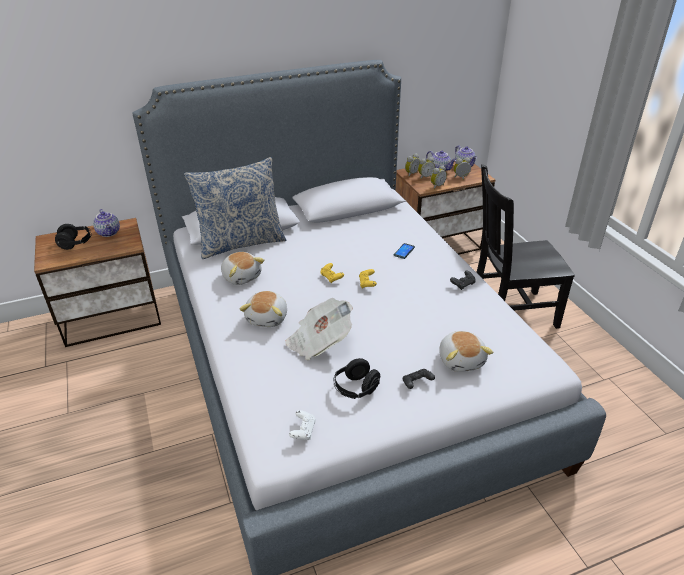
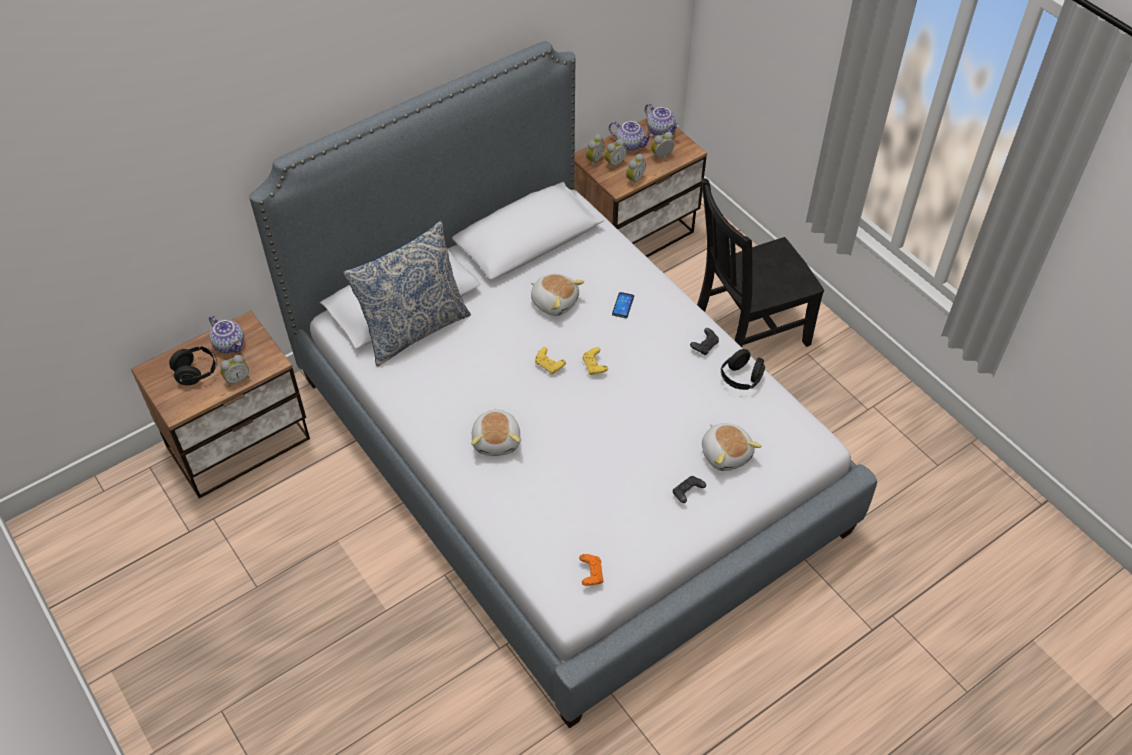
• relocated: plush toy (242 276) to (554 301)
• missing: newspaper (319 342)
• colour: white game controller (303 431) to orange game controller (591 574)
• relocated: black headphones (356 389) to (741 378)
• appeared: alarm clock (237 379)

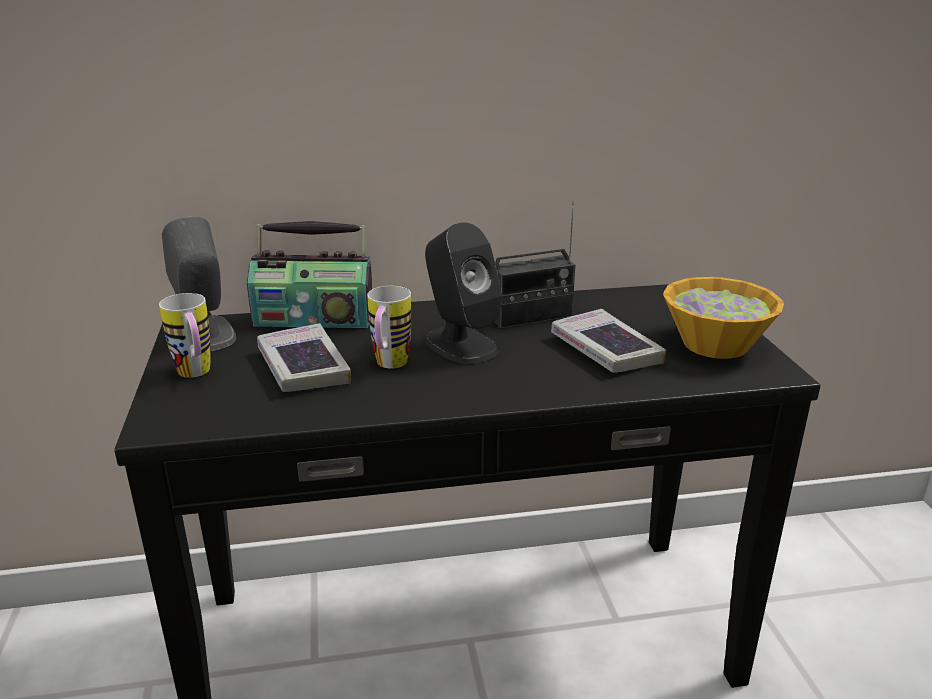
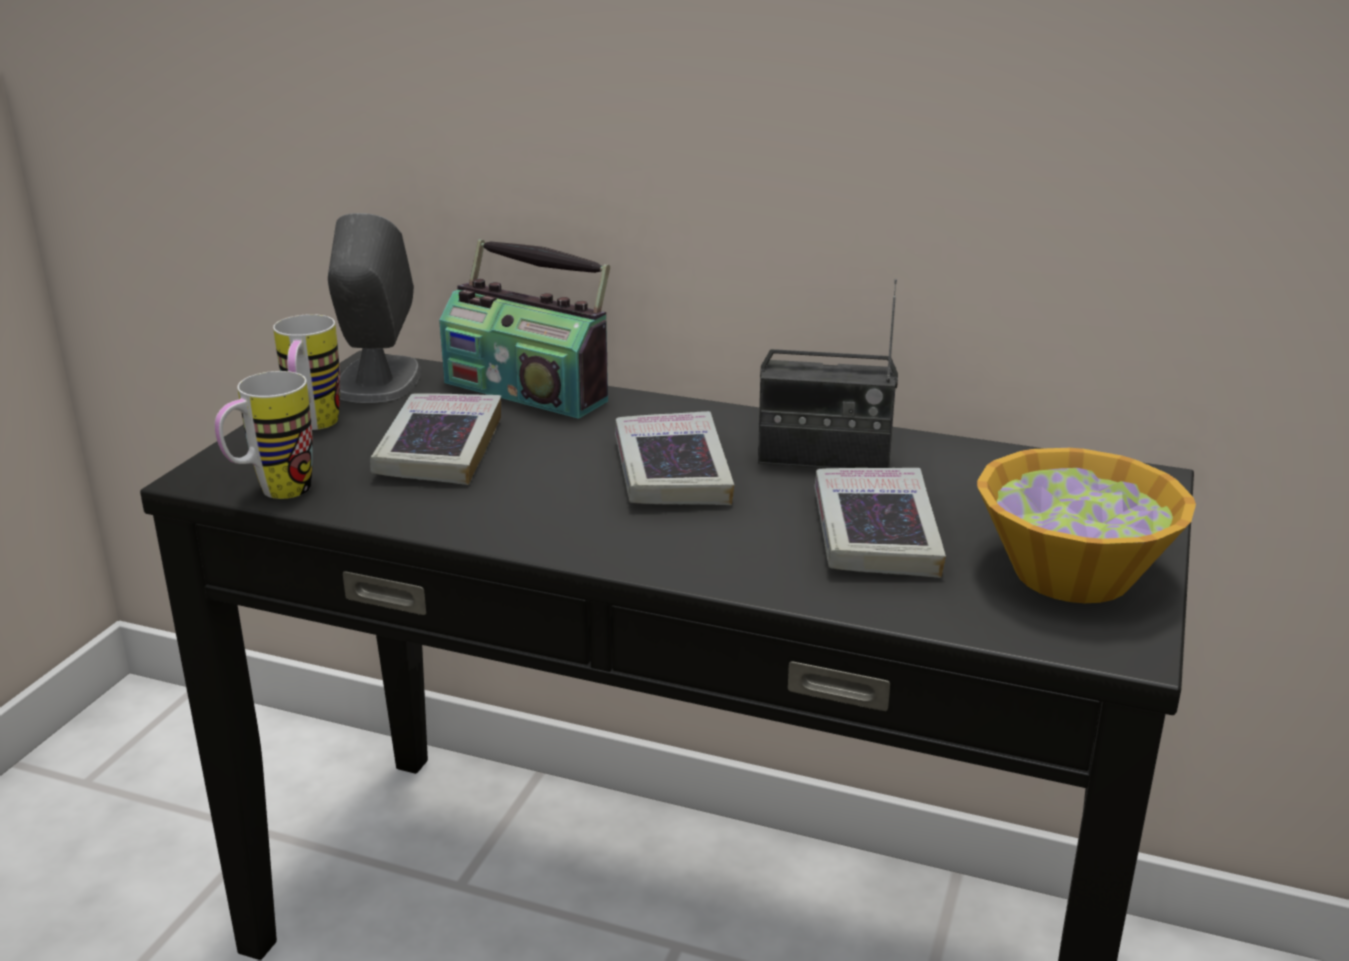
• relocated: mug (389 366) to (272 494)
• exchanged: black speaker (460 345) to book (671 472)

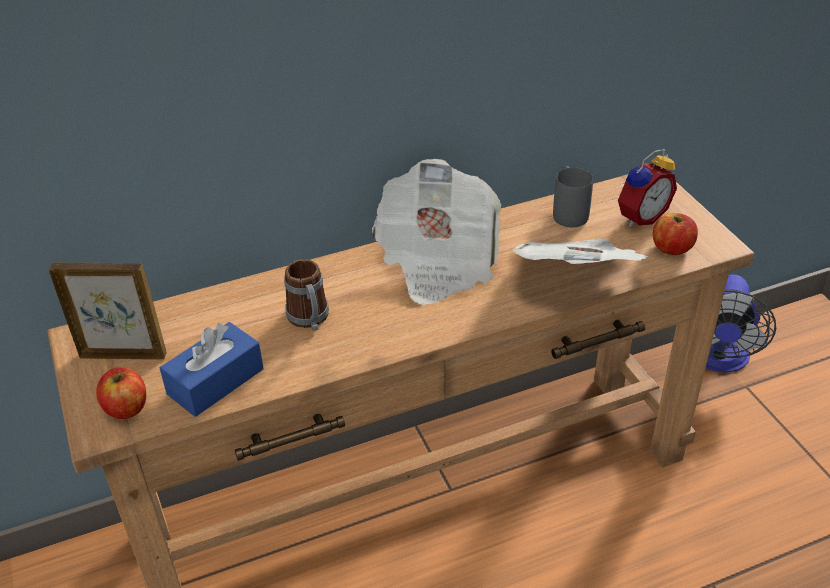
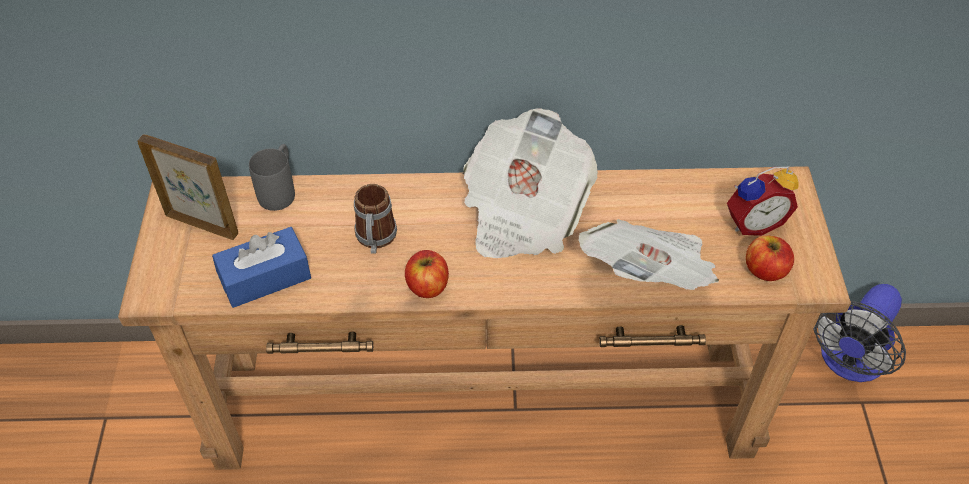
• relocated: apple (126 408) to (427 286)
• relocated: grey mug (568 212) to (280 190)

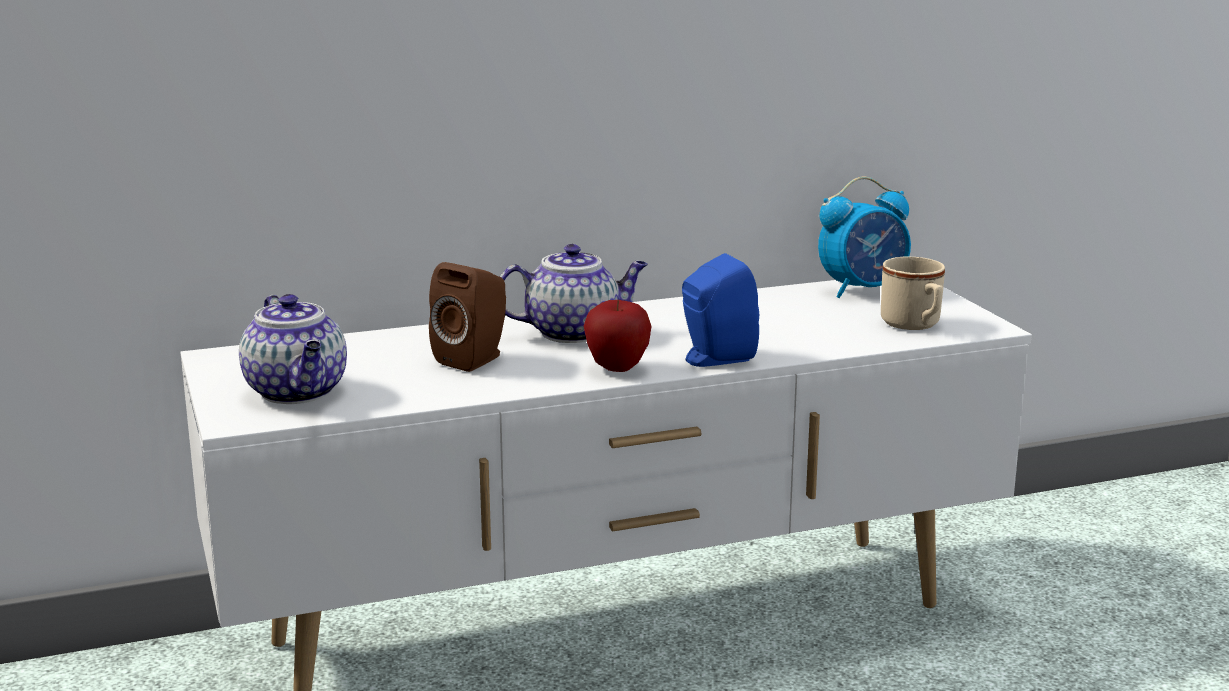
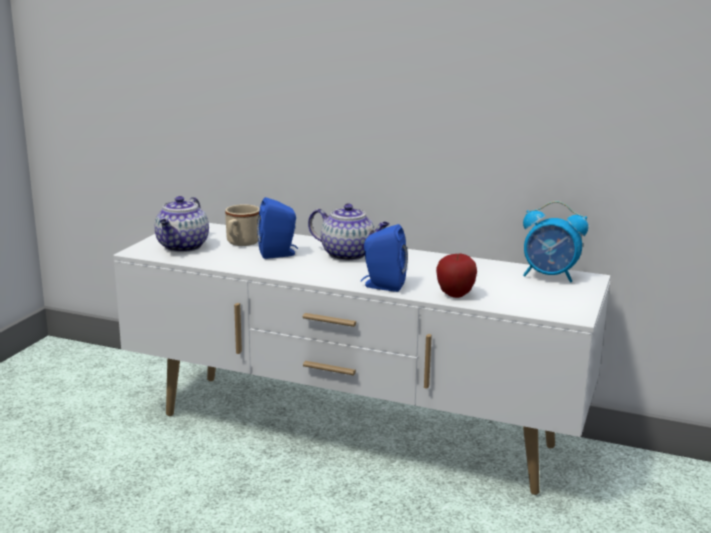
• colour: brown speaker (474 359) to blue speaker (279 254)
• relocated: apple (617 368) to (455 295)
• relocated: beige mug (914 325) to (241 243)

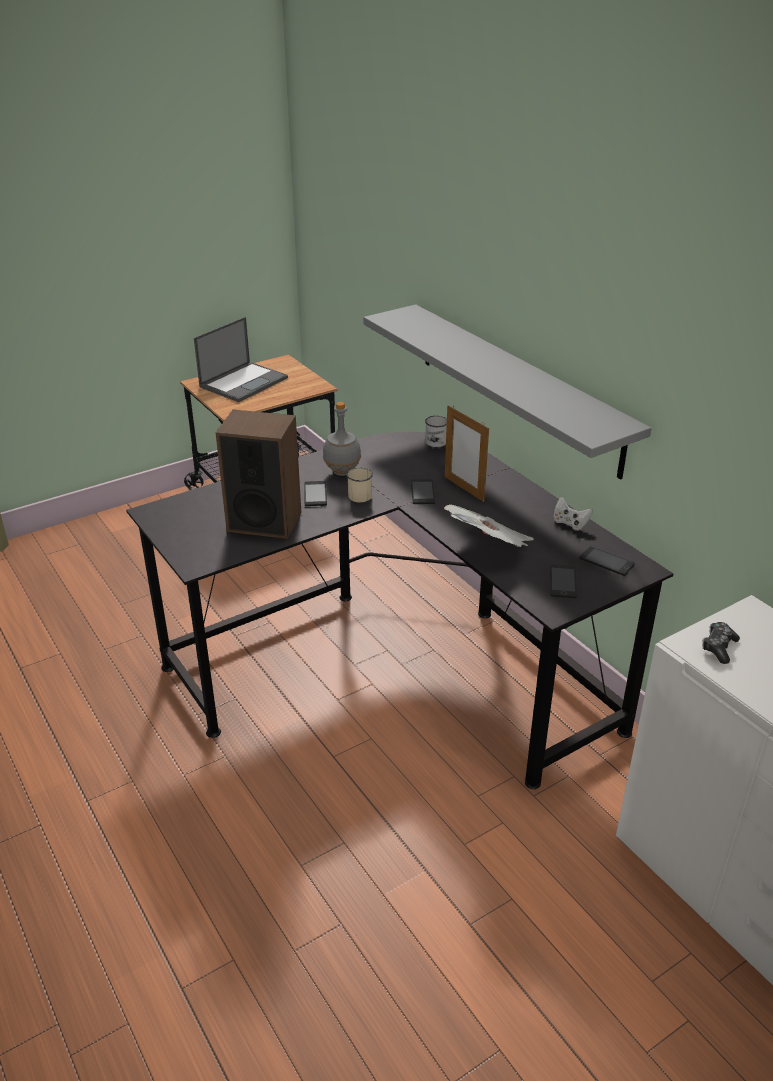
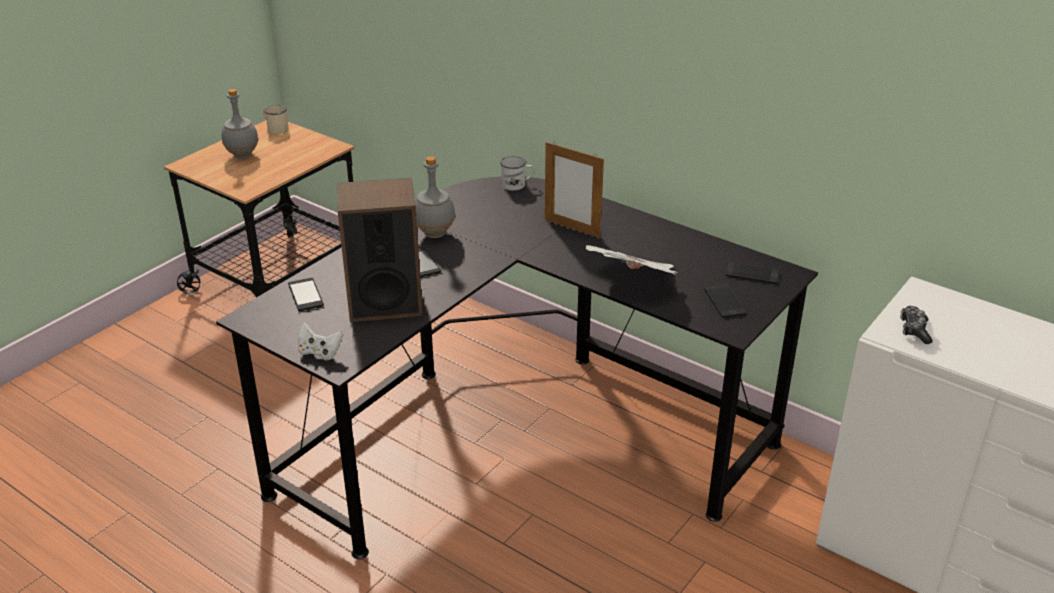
• exchanged: laptop (244 382) to grey bottle (242 155)
• relocated: beige mug (357 494) to (275 128)
• missing: grey shelf (516 386)
• relocated: phone (422 492) to (305 295)
• relocated: white game controller (570 524) to (320 353)

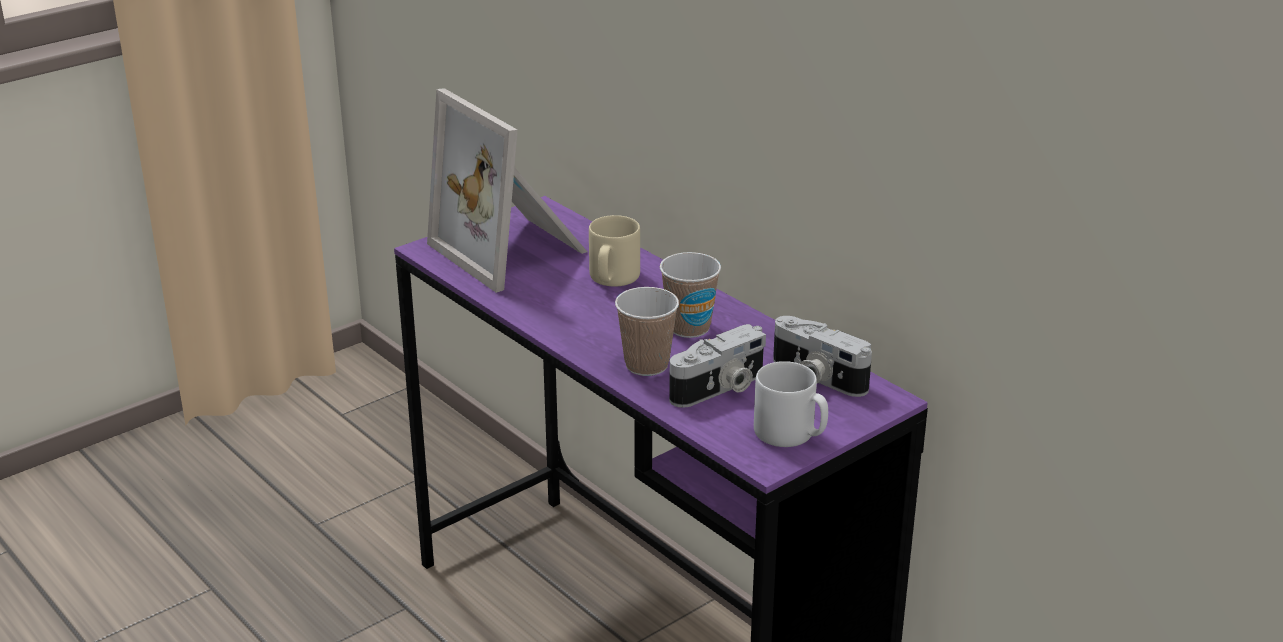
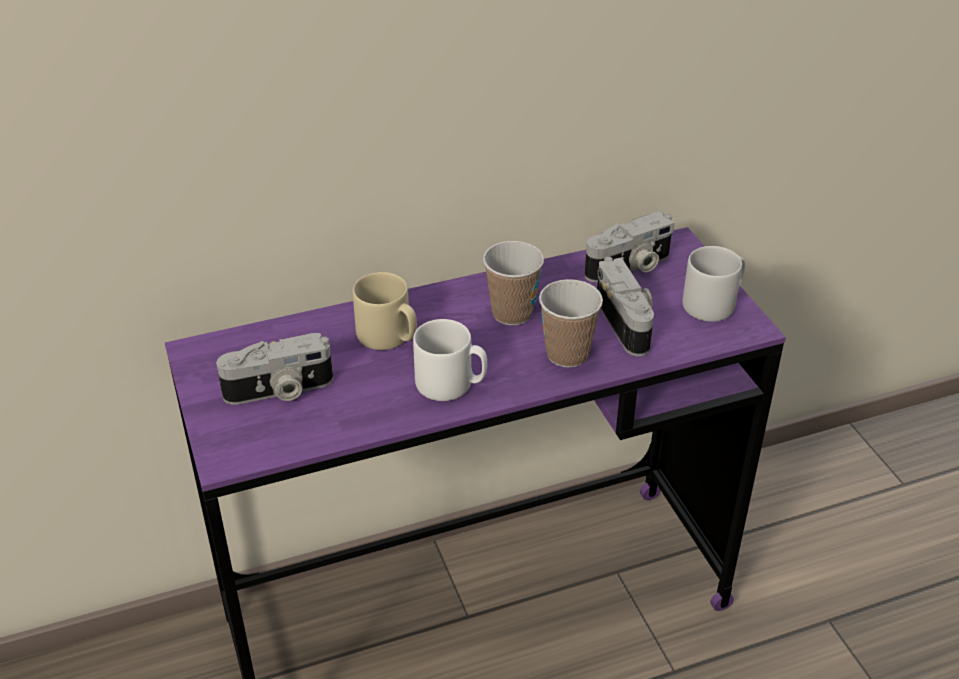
• exchanged: picture frame (513 250) to photo camera (279 391)
• appeared: white mug (451 384)

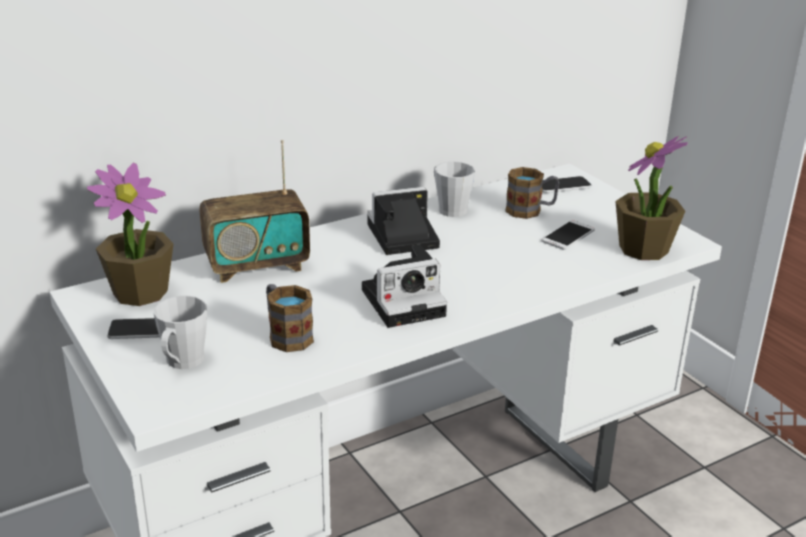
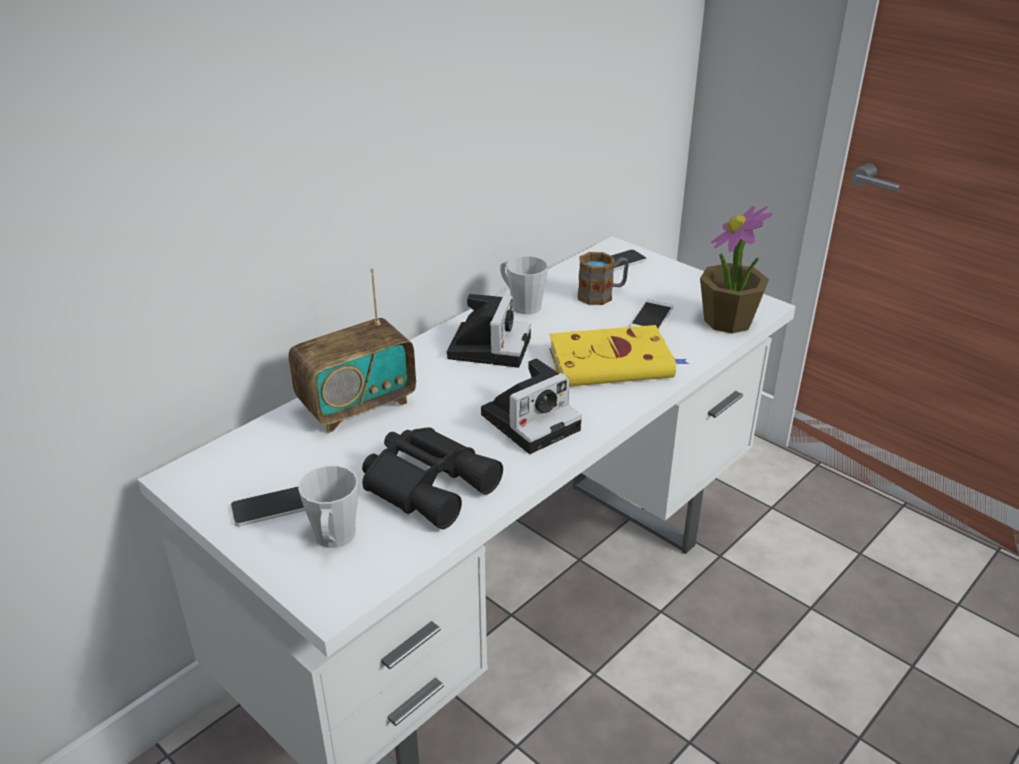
• missing: potted plant (140 292)
• exchanged: mug (286 335) to black binoculars (429 483)
• spun: photo camera (400 237) = (489 346) 135 degrees clockwise
• appeared: yellow book (614 363)

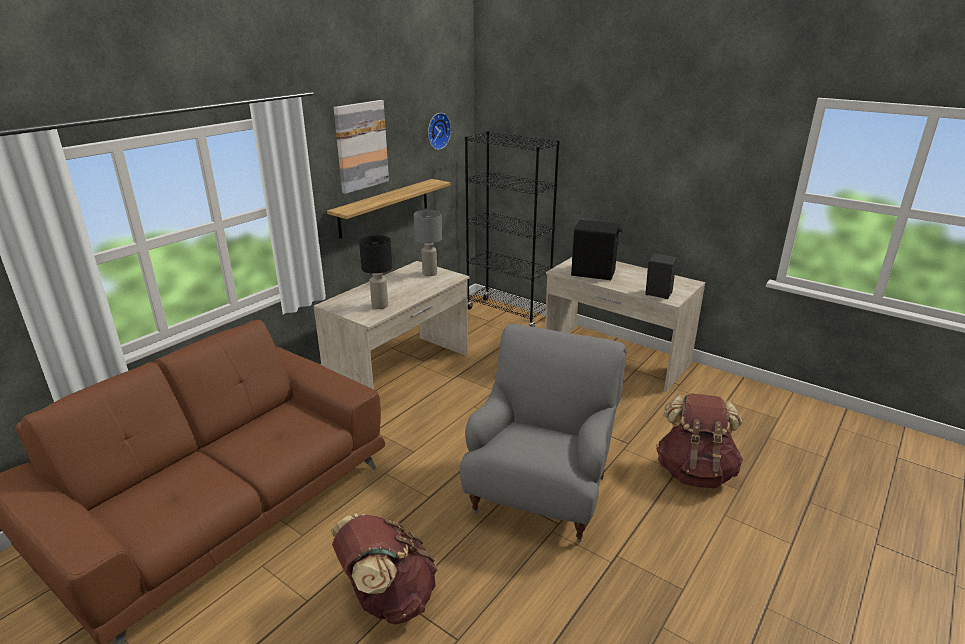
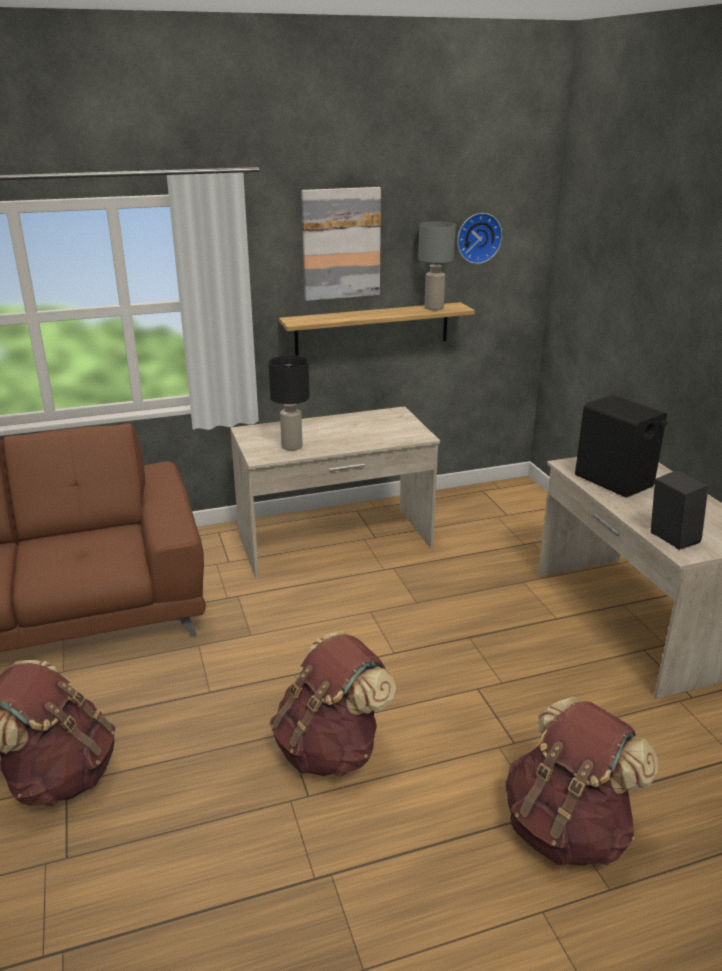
• relocated: grey table lamp (429 273) to (433 308)
• exchanged: grey armchair (541 493) to brown backpack (331 749)
• missing: black bookcase (508 314)

